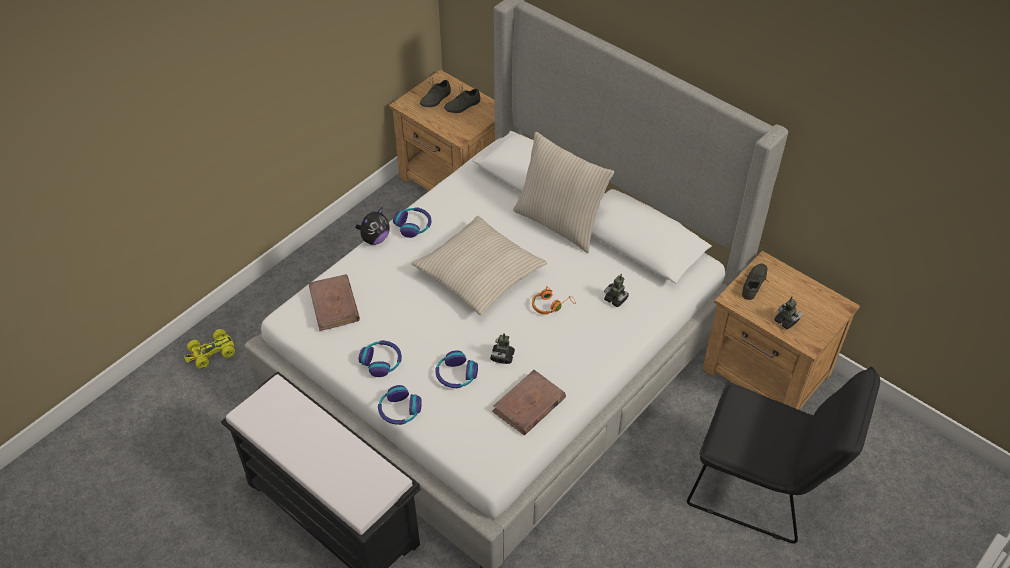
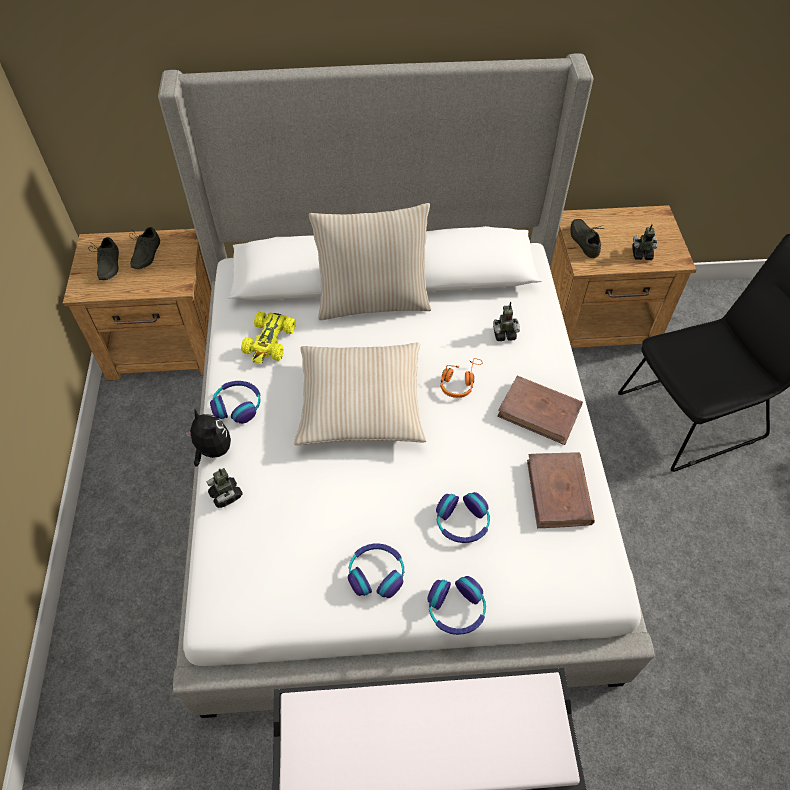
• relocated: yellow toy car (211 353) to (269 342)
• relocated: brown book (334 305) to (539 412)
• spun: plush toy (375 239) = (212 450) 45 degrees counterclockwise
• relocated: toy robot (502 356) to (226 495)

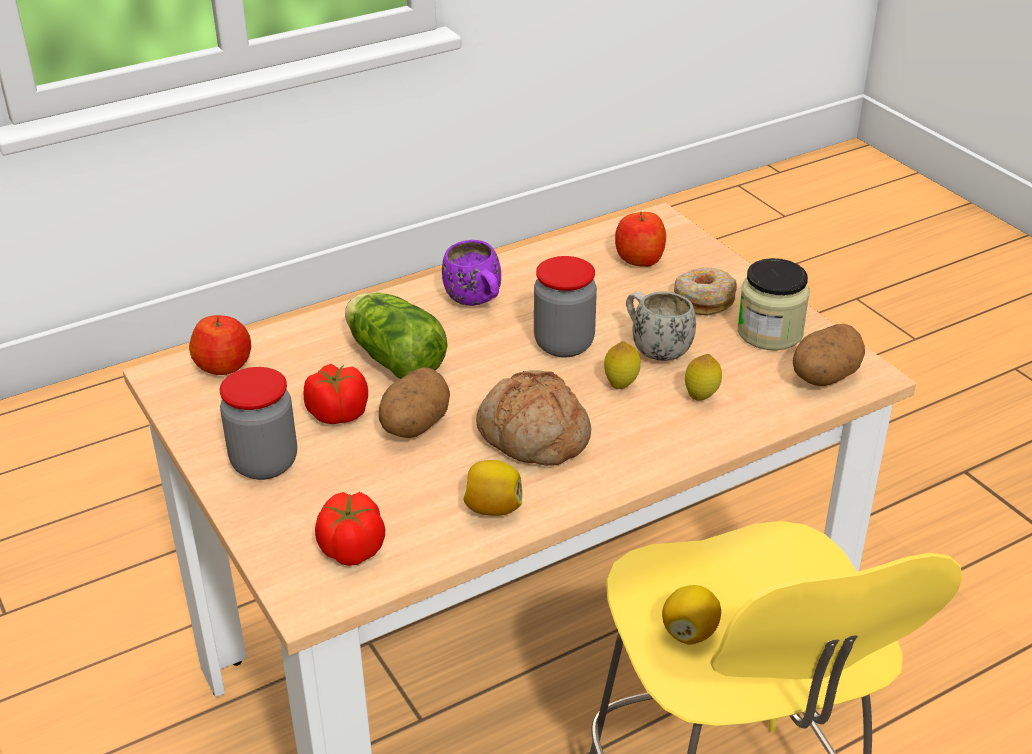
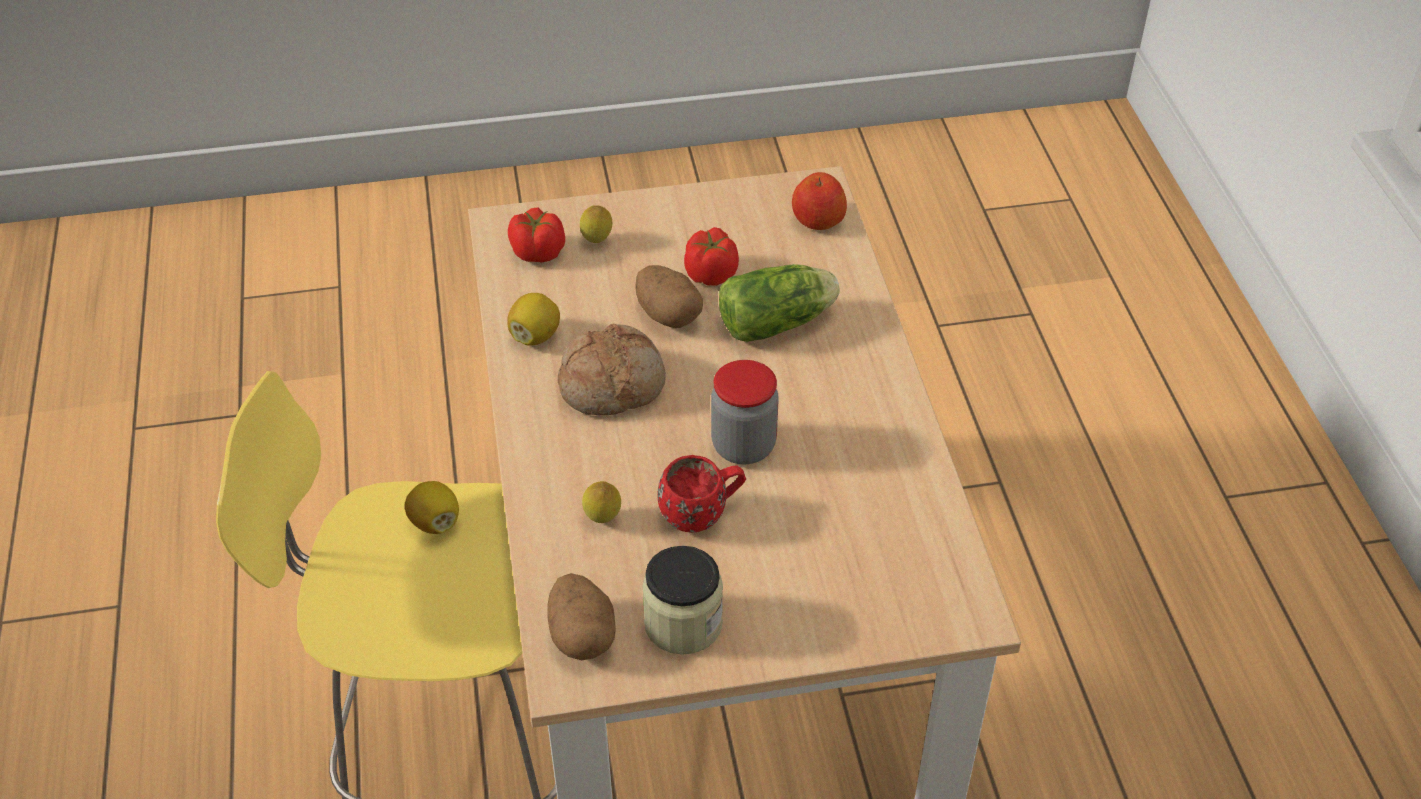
• missing: jar (264 463)
• missing: purple mug (477 303)
• relocated: lemon (621 385) to (597 242)
• missing: apple (639 259)
• colour: white mug (654 348) to red mug (702 513)
• missing: donut (704 300)

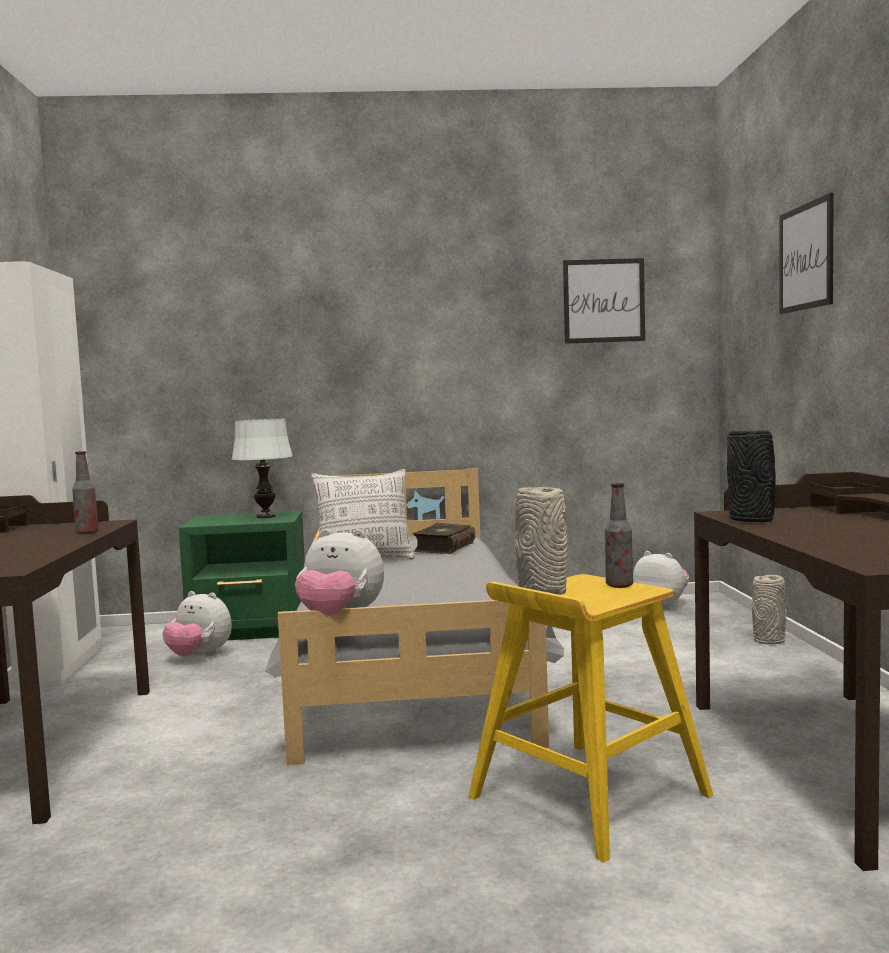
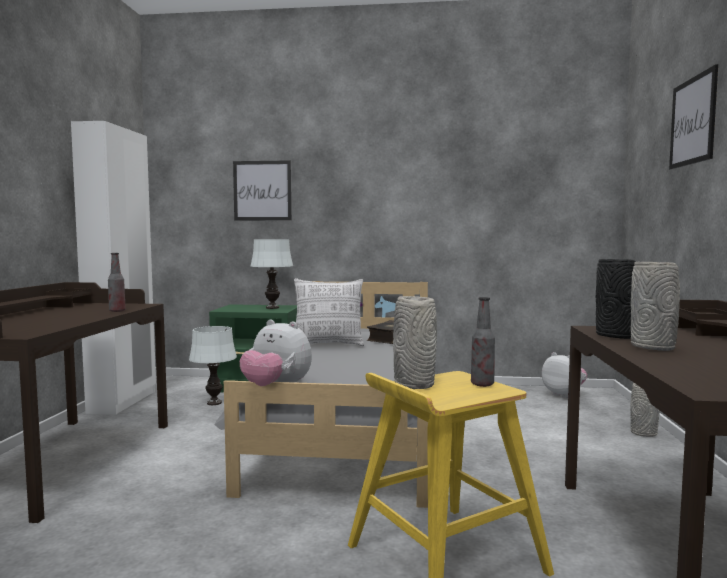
• exchanged: plush toy (199 656) to white table lamp (214 403)
• relocated: picture (603 301) to (262 190)
• appeared: grey vase (654 347)

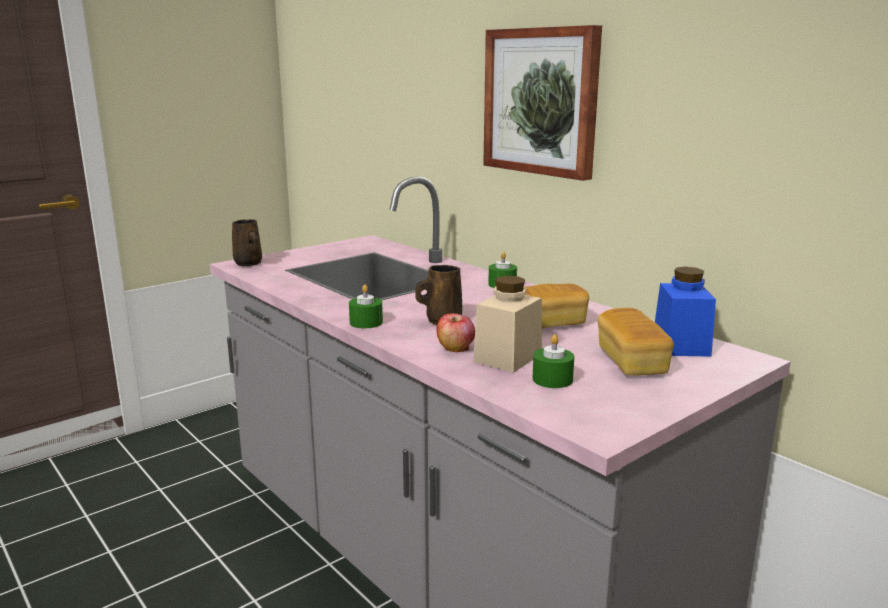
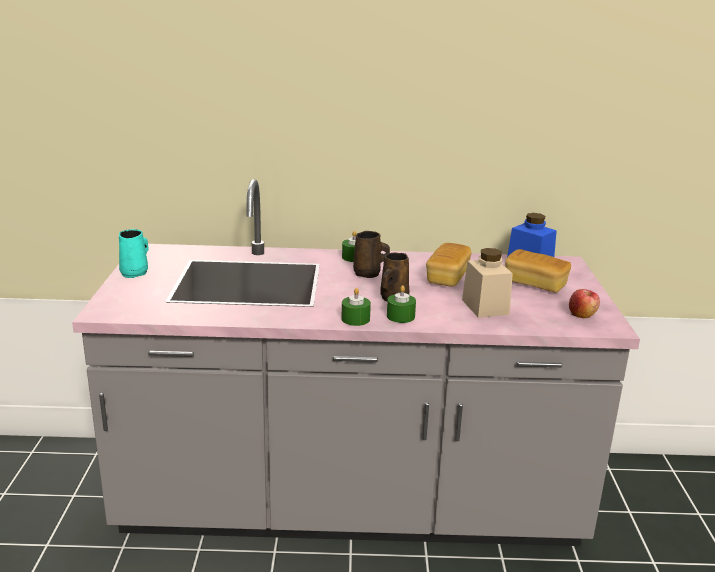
• relocated: brown mug (249 264) to (368 274)
• relocated: apple (455 348) to (582 314)
• missing: picture (541 101)
• relocated: green candle (552 379) to (400 316)
• appeared: turquoise mug (135 273)

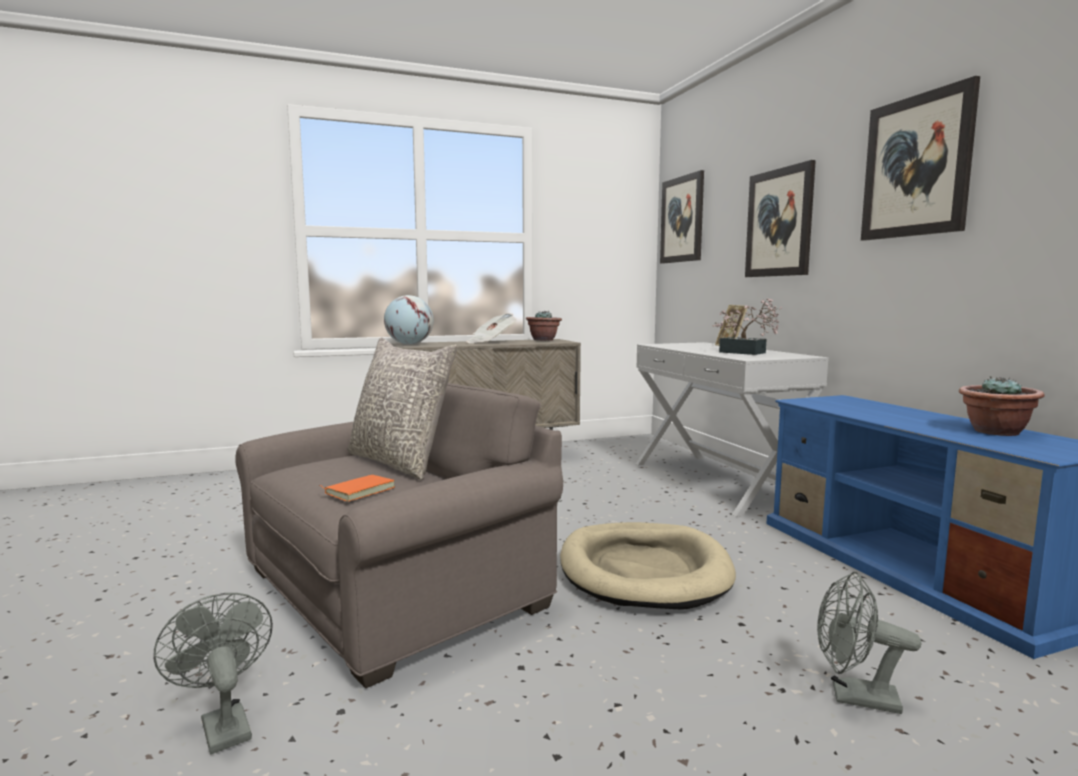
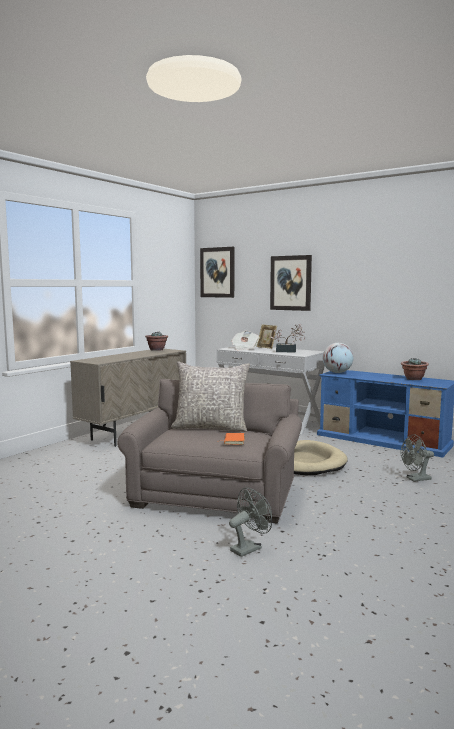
• spun: grey fan (223 724) = (249 548) 120 degrees clockwise
• relocated: globe (409 344) to (337 372)
• relocated: newspaper (491 342) to (244 348)
• missing: picture (916 166)

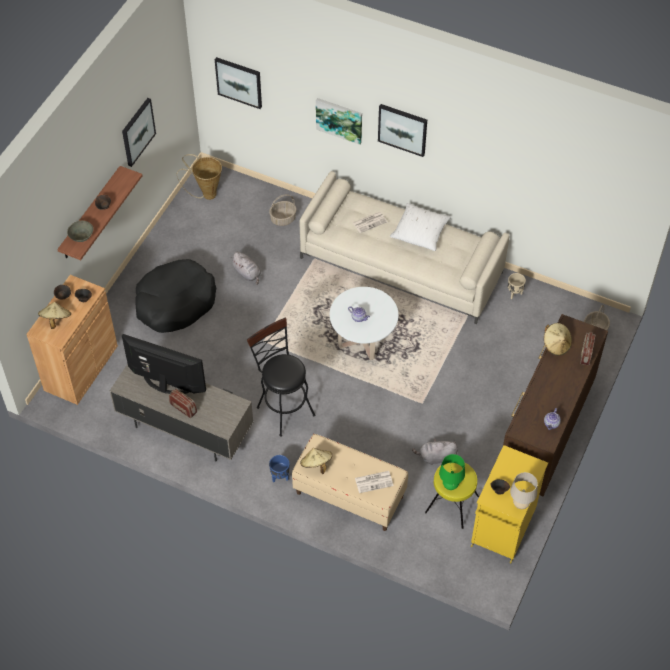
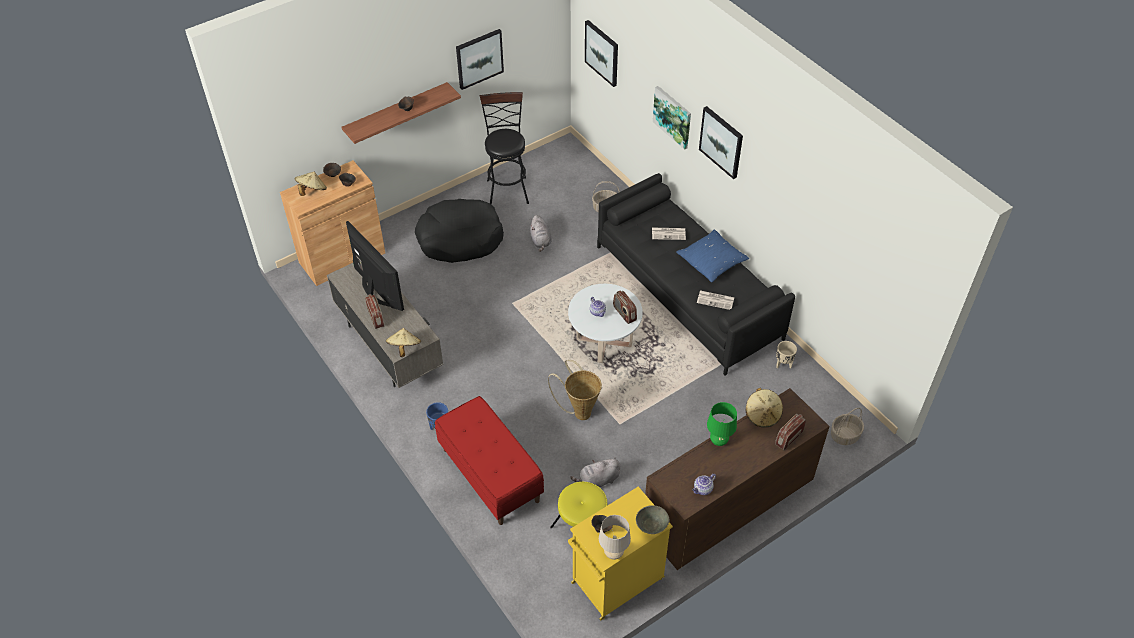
• relocated: grey bowl (81 236) to (651 525)
• relocated: basket (206 194) to (579 411)
• relocated: black stool (282 408) to (507 188)
• colour: beige bench (349 495) to red bench (490 475)
• colour: beige sofa (402 265) to black sofa (688 292)
• relocated: beige hat (316 464) to (404 348)
• relocated: newspaper (374 481) to (716 300)
• colour: white pillow (420 232) to blue pillow (712 261)
• spun: grey plush toy (436 457) = (598 480) 45 degrees counterclockwise
• relocated: green table lamp (450 485) to (718 441)
• appeared: radio (624 313)

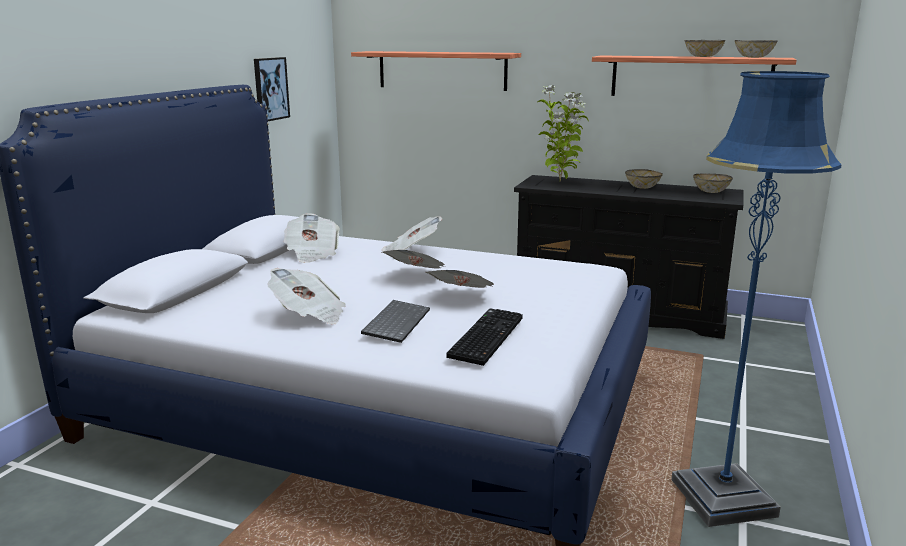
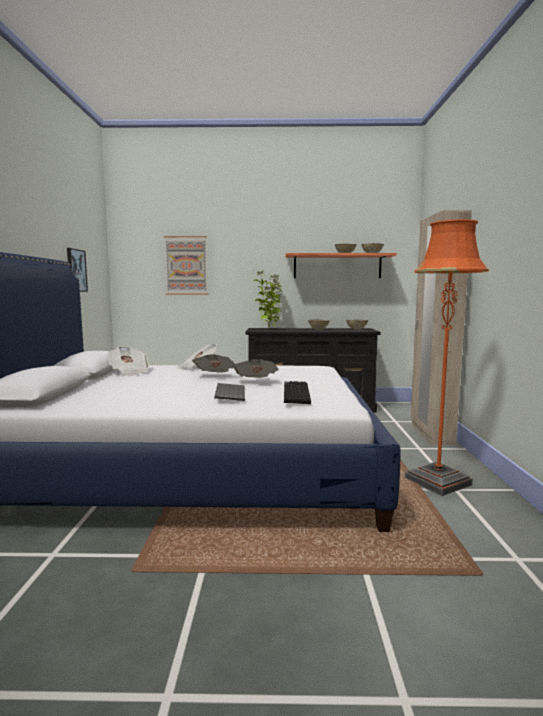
• missing: newspaper (309 315)
• exchanged: shelf (442 70) to picture (186 265)
• colour: blue floor lamp (722 498) to orange floor lamp (437 481)
• appeared: beige wardrobe (431 434)

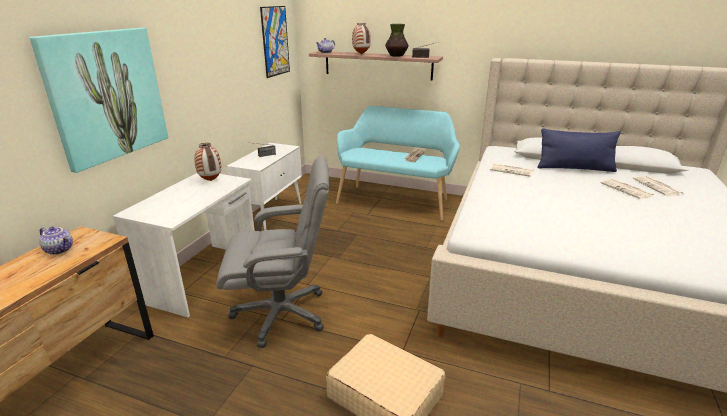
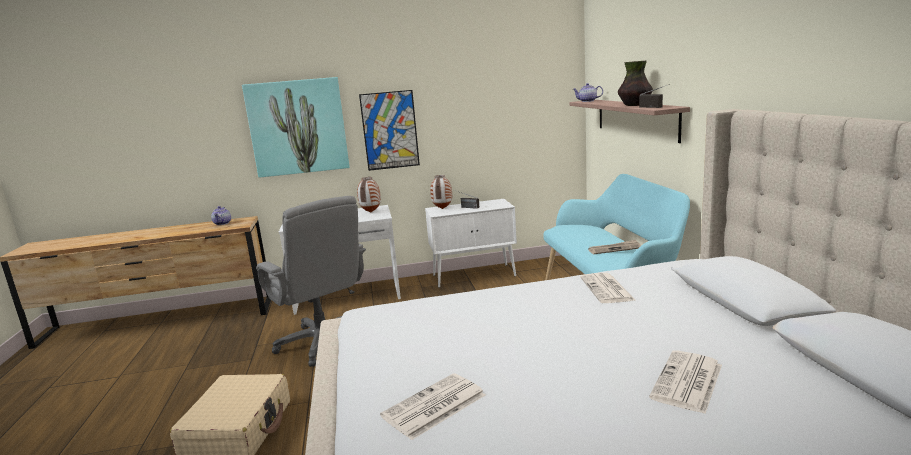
• relocated: picture (275 41) to (390 130)
• relocated: vase (361 54) to (442 209)
• missing: blue pillow (574 168)
• relocated: newspaper (658 187) to (433 407)

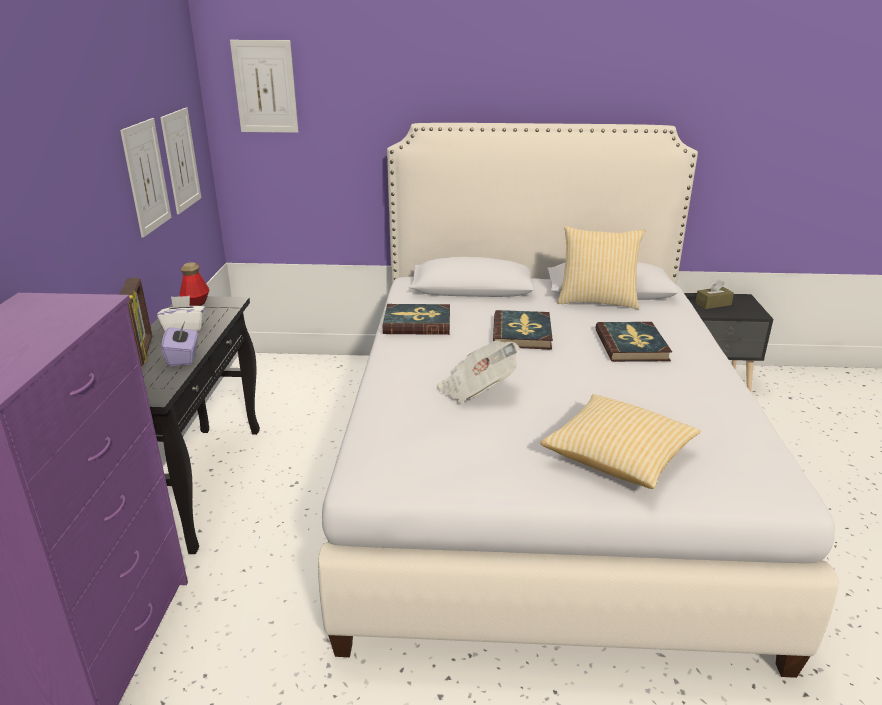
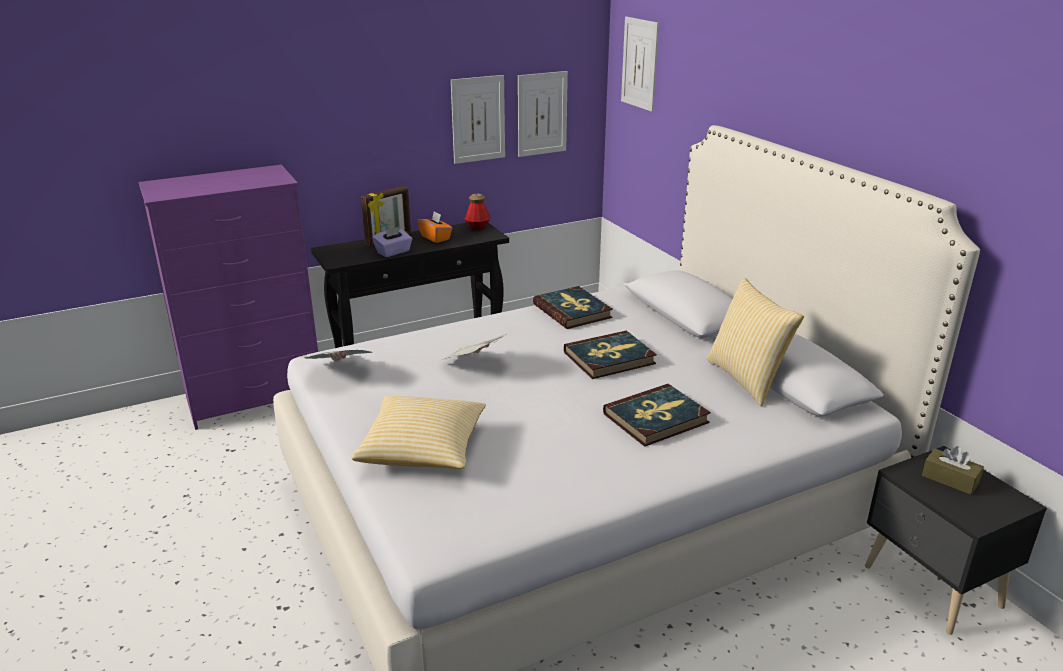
• colour: white tissue box (184 328) to orange tissue box (435 238)
• appeared: newspaper (338 371)

